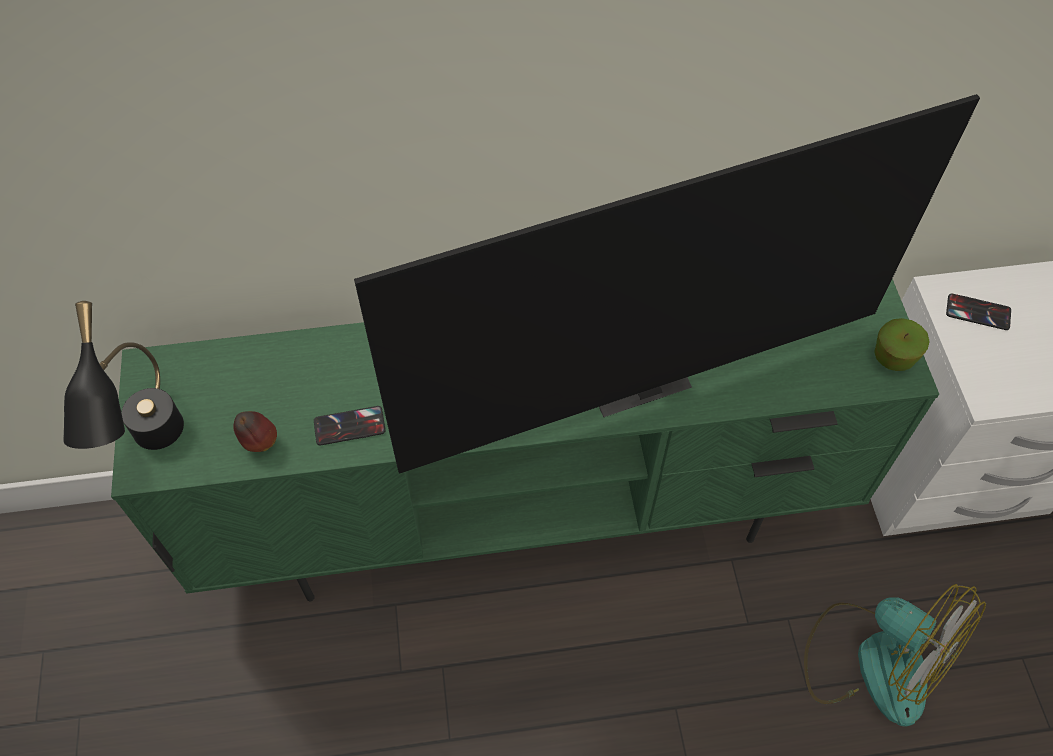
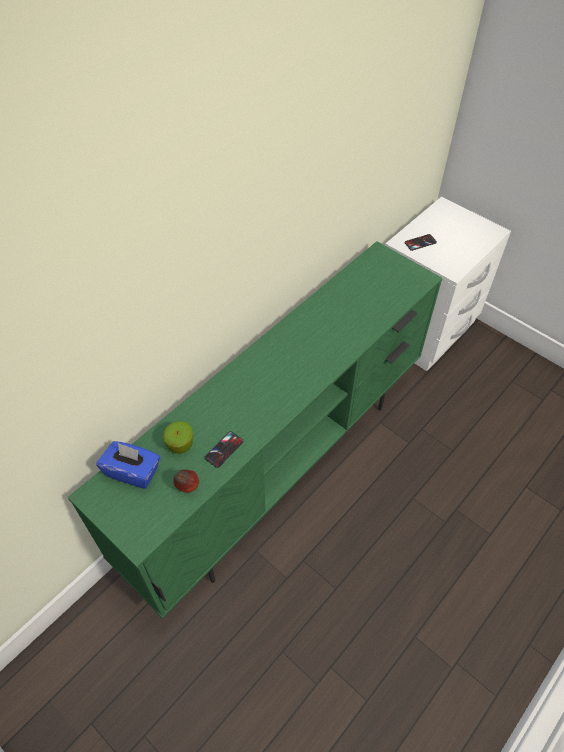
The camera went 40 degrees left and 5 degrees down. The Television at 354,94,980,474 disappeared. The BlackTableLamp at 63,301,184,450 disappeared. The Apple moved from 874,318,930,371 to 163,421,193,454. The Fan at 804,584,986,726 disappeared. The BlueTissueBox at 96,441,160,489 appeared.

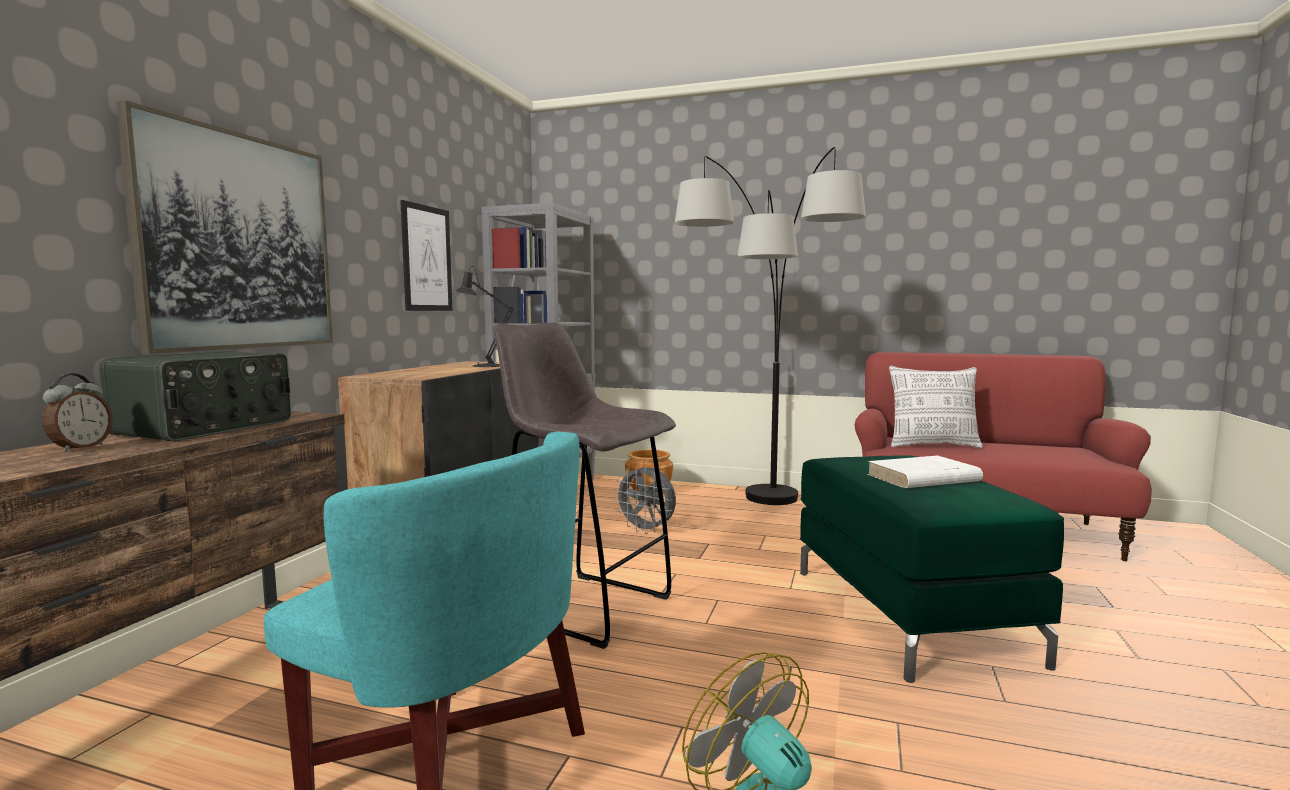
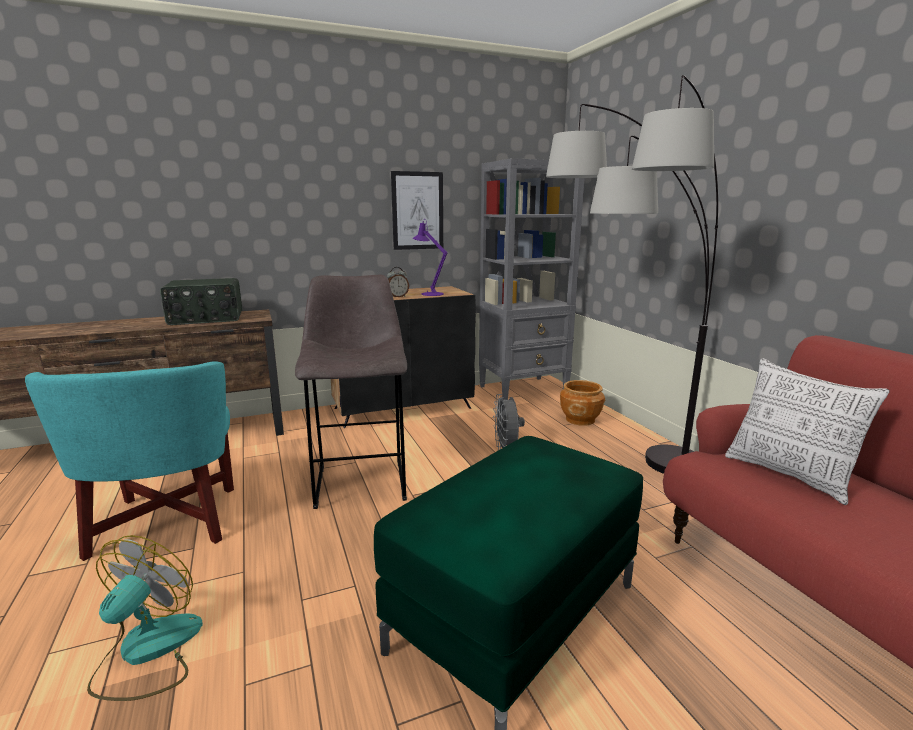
The camera went 50 degrees right and 10 degrees up. The Picture at 116,100,333,354 disappeared. The BlackTableLamp at 454,266,514,367 became the PurpleTableLamp at 413,220,447,296. The AlarmClock moved from 42,373,113,452 to 387,267,409,297. The WhiteBook at 867,455,983,488 disappeared.

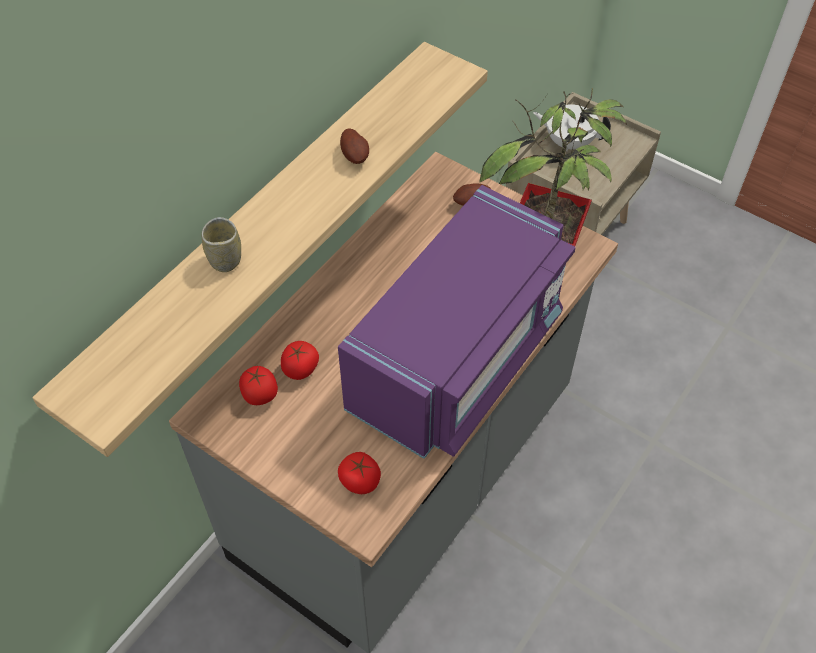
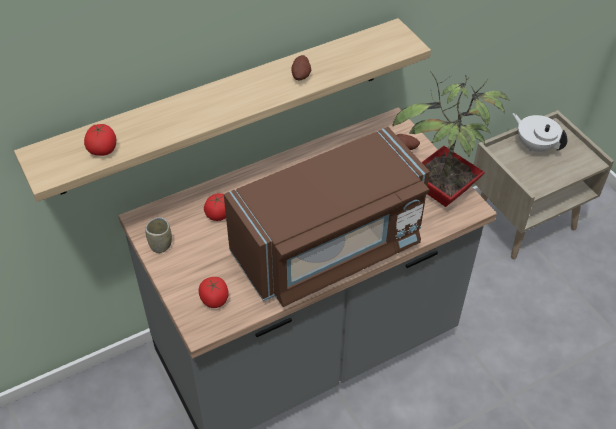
The camera went 25 degrees right and 5 degrees down. The PurpleMicrowave at 338,185,576,459 became the BrownMicrowave at 224,127,430,307. The Cup moved from 202,217,241,272 to 145,217,172,253. The Tomato moved from 239,366,278,405 to 84,124,116,156.

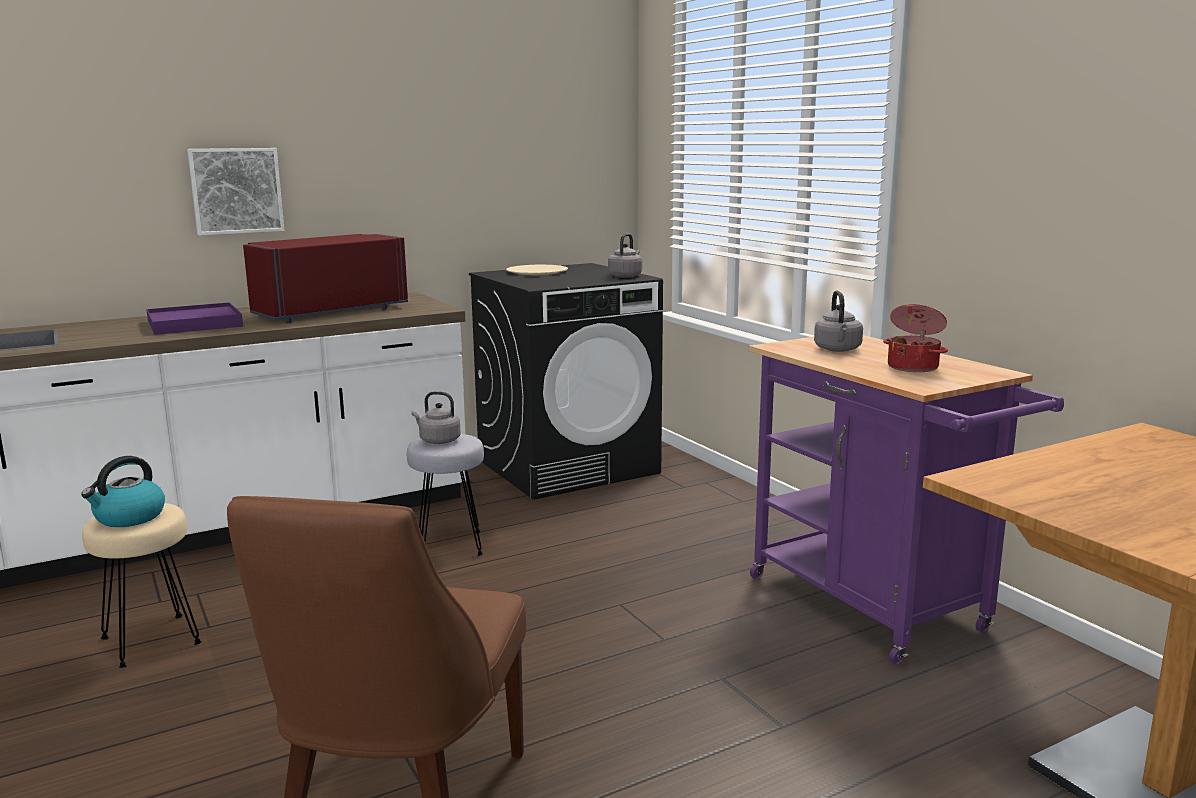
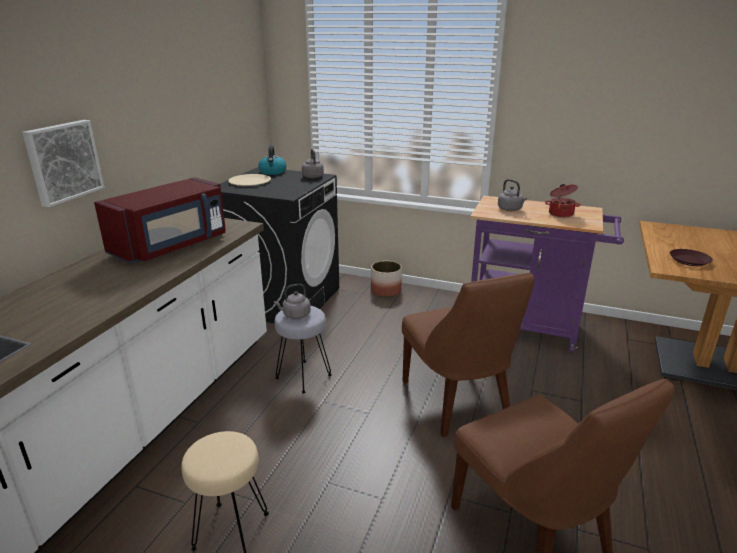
The camera went 40 degrees left and 10 degrees up. The RedMicrowave at 243,234,408,323 turned 150 degrees counterclockwise. The PurpleTray at 146,302,243,335 disappeared. The Kettle moved from 81,456,165,527 to 258,145,286,175. The BrownPlate at 670,249,713,266 appeared. The Planter at 371,261,402,297 appeared. The BrownChair at 402,273,535,437 appeared.

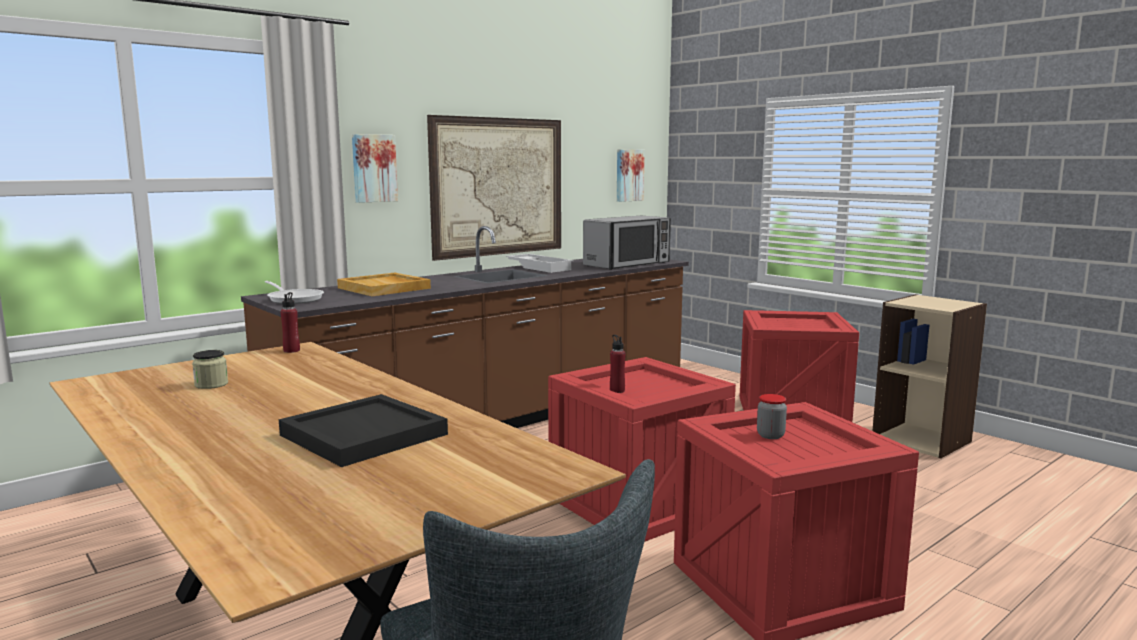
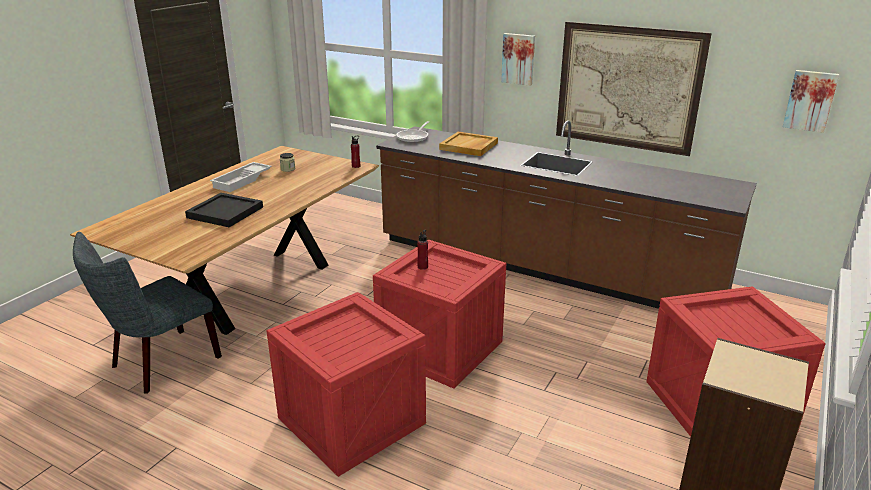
The camera went 70 degrees right and 15 degrees up. The Microwave at 583,216,671,270 disappeared. The WhiteTray moved from 506,254,573,273 to 210,162,272,192. The Jar at 757,394,787,439 disappeared.

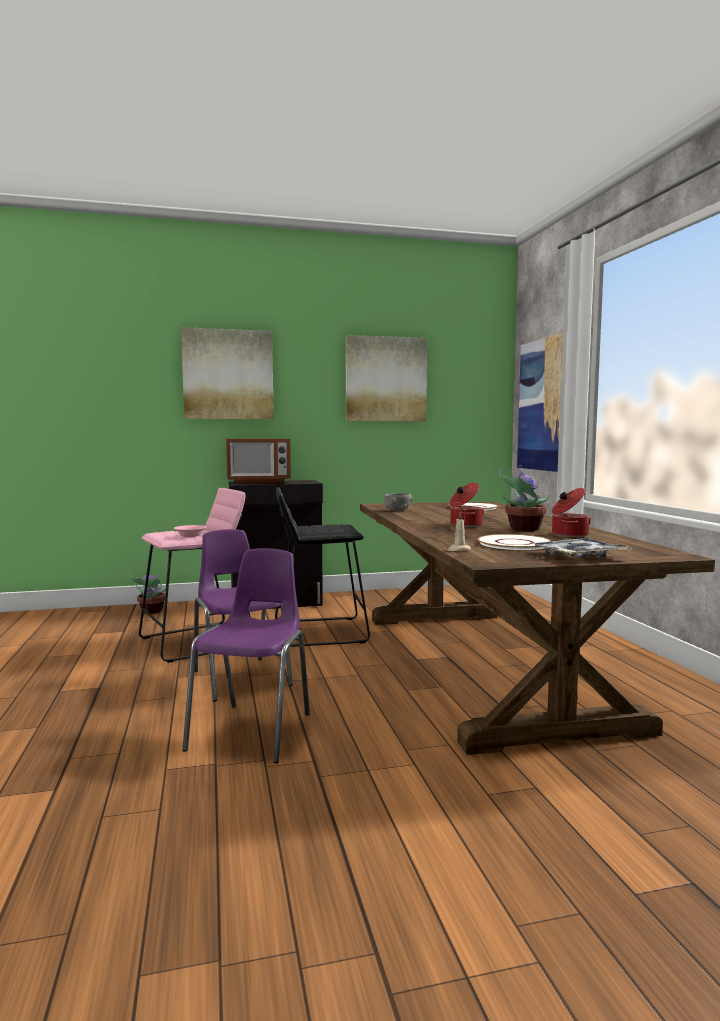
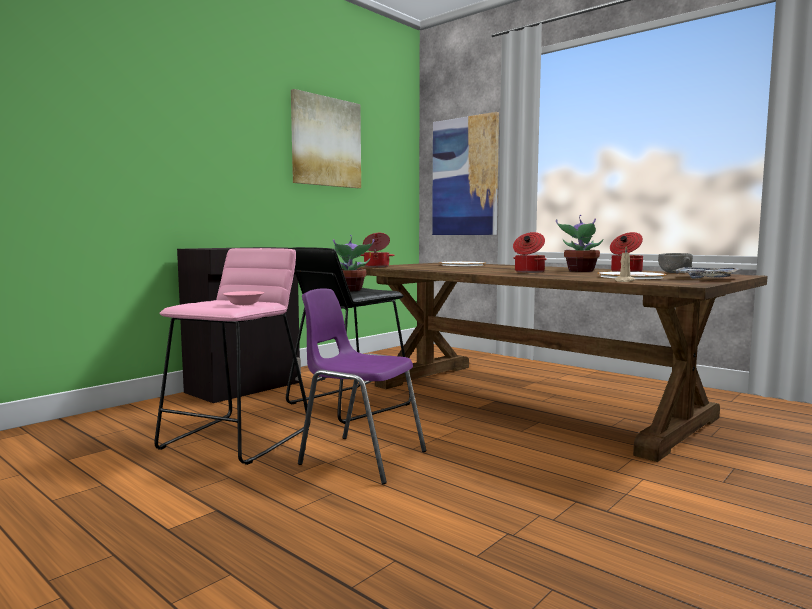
The camera went 35 degrees left and 0 degrees up. The Picture at 181,327,274,420 disappeared. The Microwave at 226,439,291,484 disappeared. The GreyBowl moved from 384,493,413,511 to 658,253,693,273. The PurpleChair at 182,548,310,763 disappeared. The PottedPlant moved from 128,573,166,614 to 333,235,374,291. The CookingPot at 360,233,394,267 appeared.

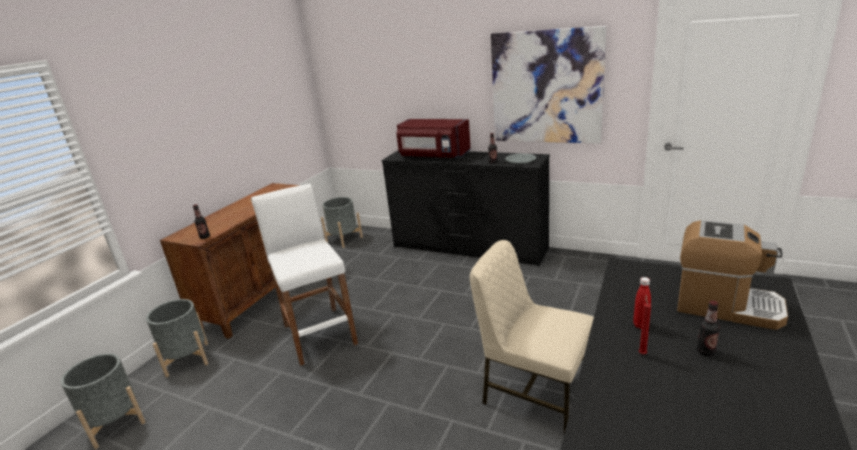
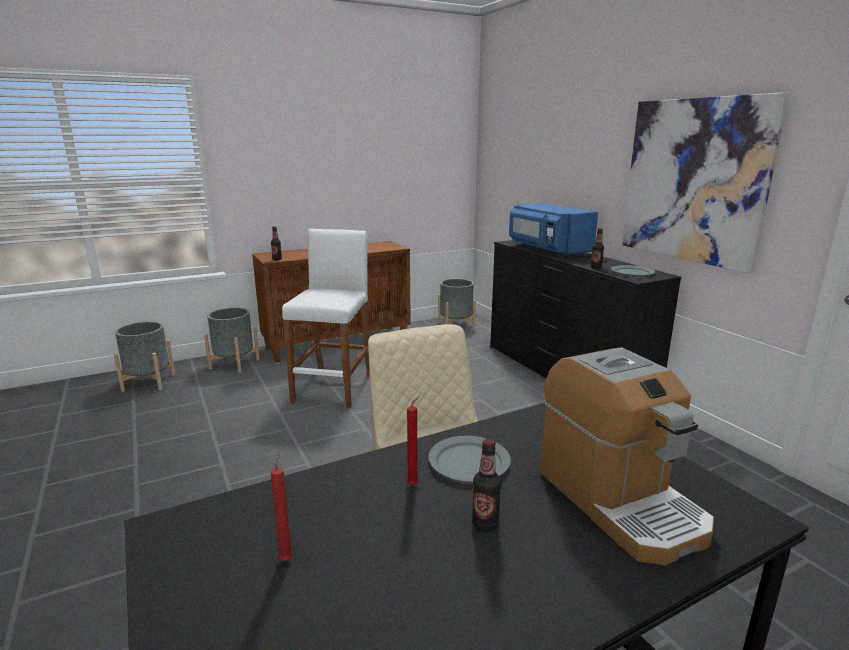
The camera went 35 degrees right and 5 degrees down. The RedMicrowave at 396,119,471,159 became the BlueMicrowave at 509,203,598,256. The RedBottle at 633,277,651,329 was replaced by the GreyPlate at 428,436,511,482. The RedCandle at 271,453,293,561 appeared.

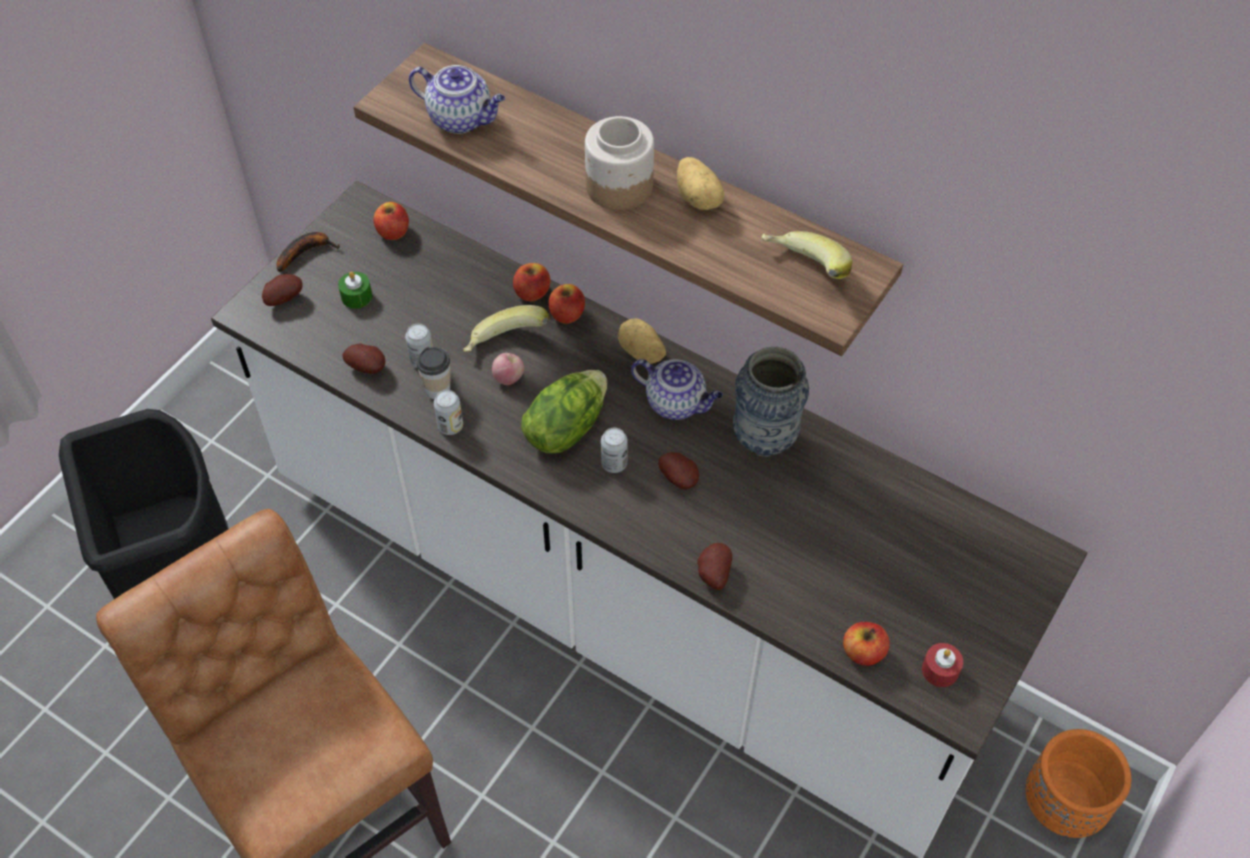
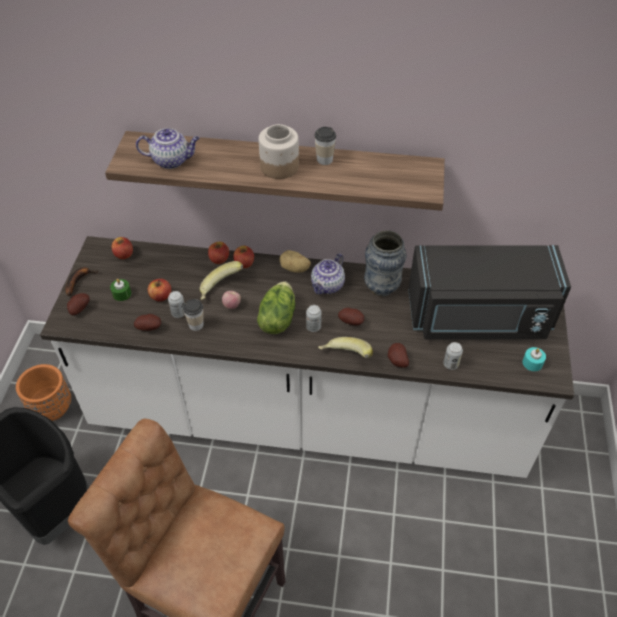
The camera went 25 degrees left and 5 degrees down. The Potato at 677,157,725,210 was replaced by the Cup at 314,127,336,165. The Banana moved from 761,231,852,279 to 318,337,373,358. The Teapot at 631,359,723,420 turned 120 degrees clockwise. The Can moved from 434,390,463,435 to 443,342,463,370. The Apple moved from 843,622,890,666 to 148,279,171,301. The RedCandle at 922,643,963,687 became the TurquoiseCandle at 522,347,546,371. The OrangePlanter moved from 1025,729,1131,838 to 16,364,71,421. The BlackMicrowave at 408,245,571,339 appeared.

